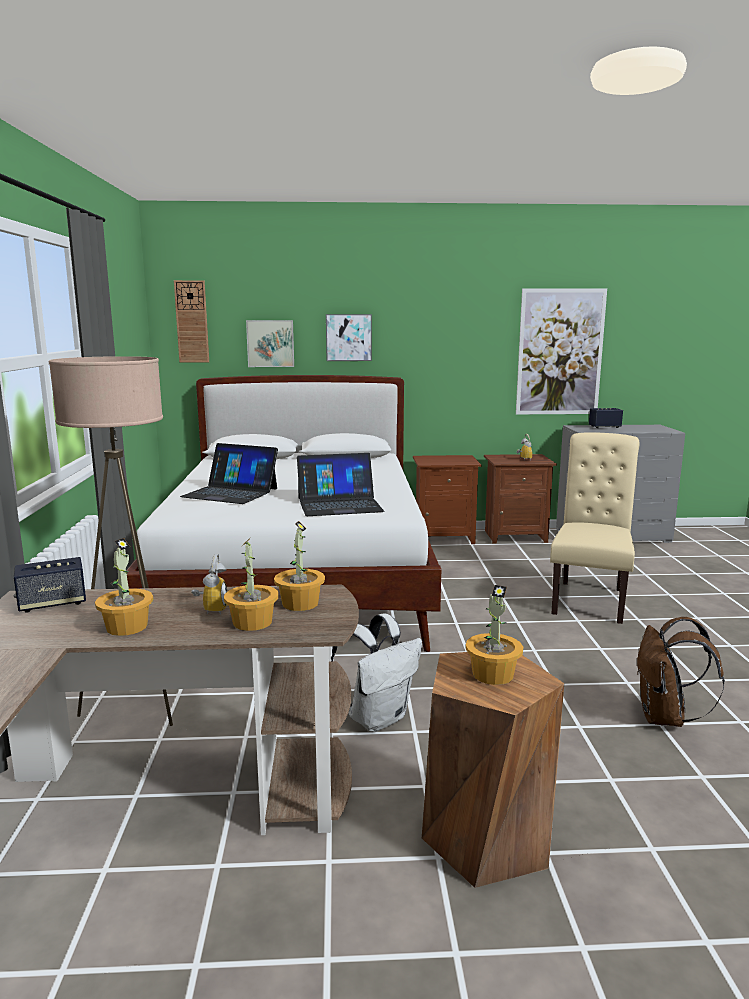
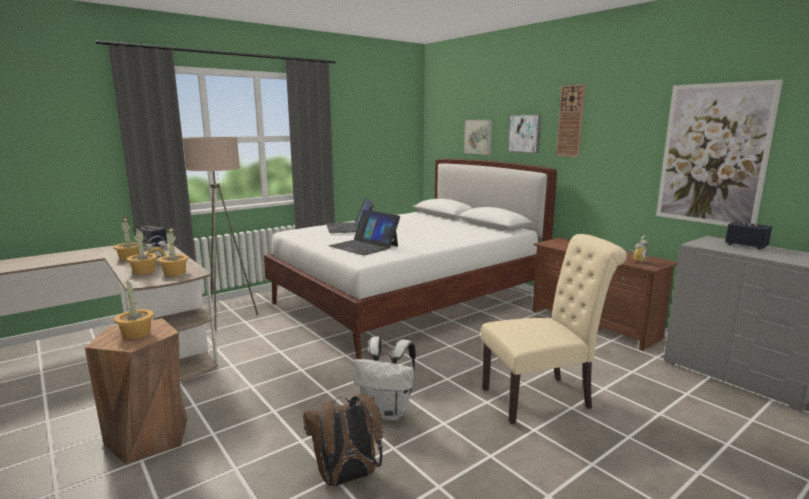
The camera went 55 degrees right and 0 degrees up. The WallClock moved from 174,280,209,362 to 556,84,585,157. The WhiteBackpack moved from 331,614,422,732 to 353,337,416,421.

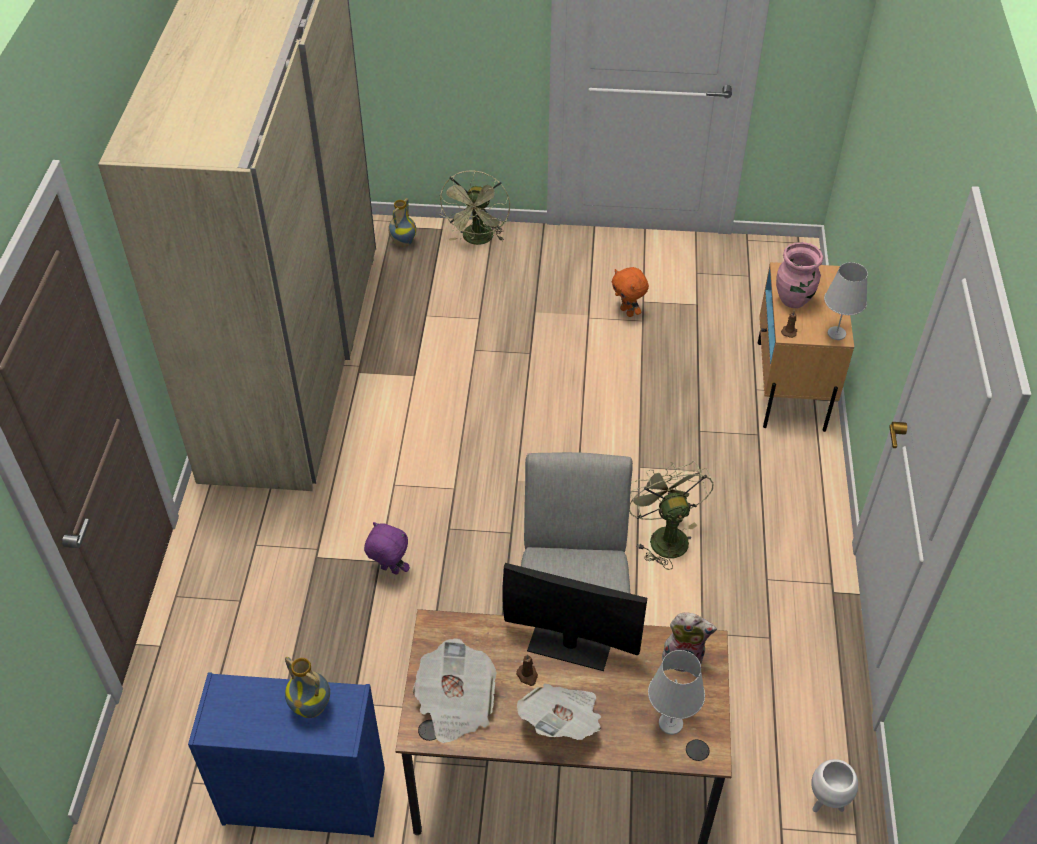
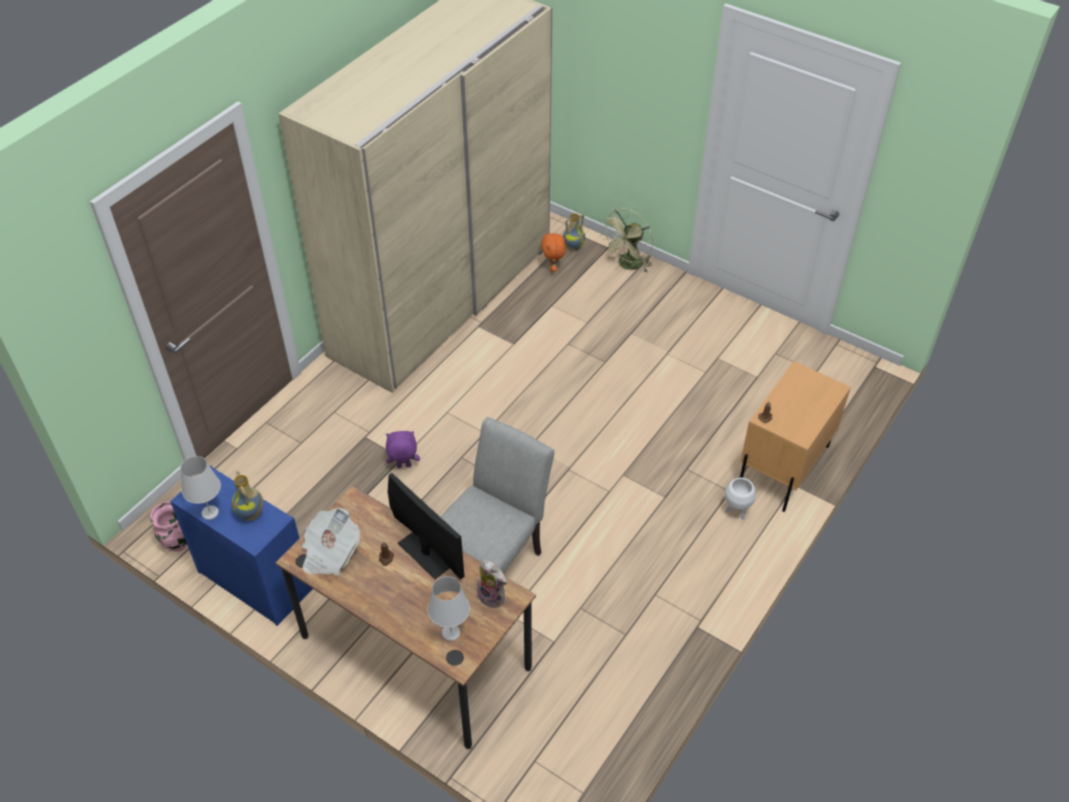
The camera went 30 degrees right and 0 degrees up. The PinkVase moved from 776,242,823,308 to 150,501,188,552. The WhiteTableLamp moved from 824,262,868,340 to 180,456,221,520. The OrangePlushToy moved from 612,267,649,317 to 541,232,566,272. The GreenFan at 629,461,714,570 disappeared. The PurplePlushToy at 364,522,410,575 turned 60 degrees counterclockwise. The Newspaper at 517,683,601,740 disappeared. The WhitePlanter moved from 811,759,858,812 to 725,478,756,520.

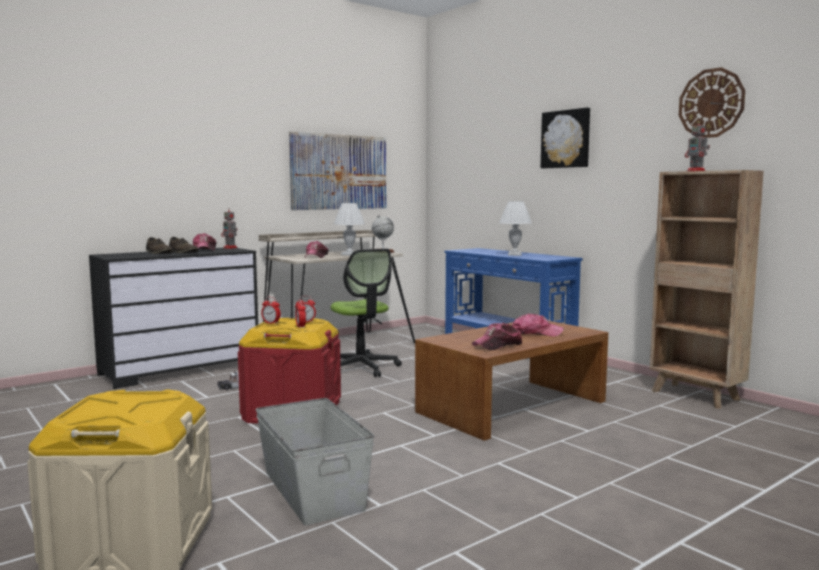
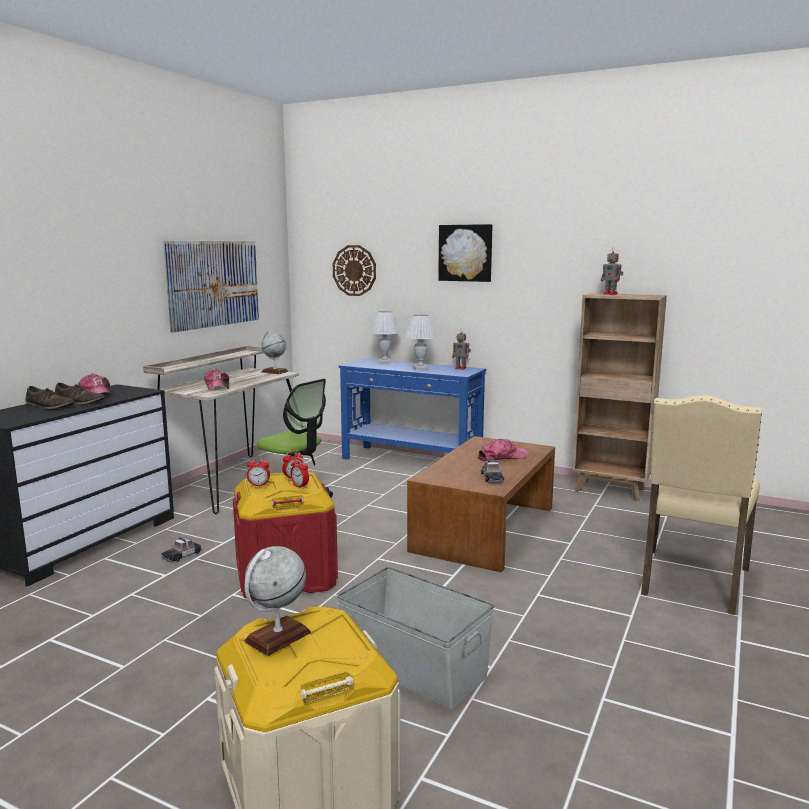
The camera went 25 degrees left and 5 degrees up. The WallClock moved from 679,67,745,138 to 333,245,376,296. The WhiteTableLamp moved from 334,203,365,256 to 369,311,400,364. The ToyRobot moved from 221,207,238,249 to 452,330,471,370. The Cap at 472,323,522,350 was replaced by the ToyCar at 481,460,504,483. The BeigeChair at 641,395,762,615 appeared. The Globe at 244,546,311,656 appeared.

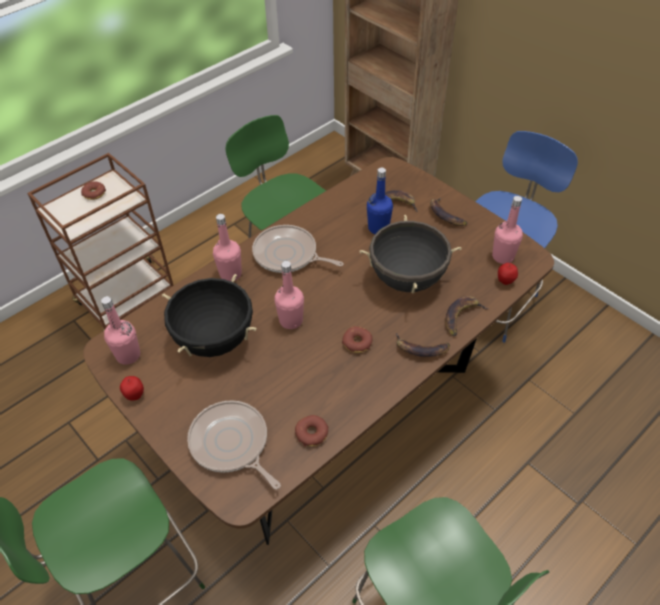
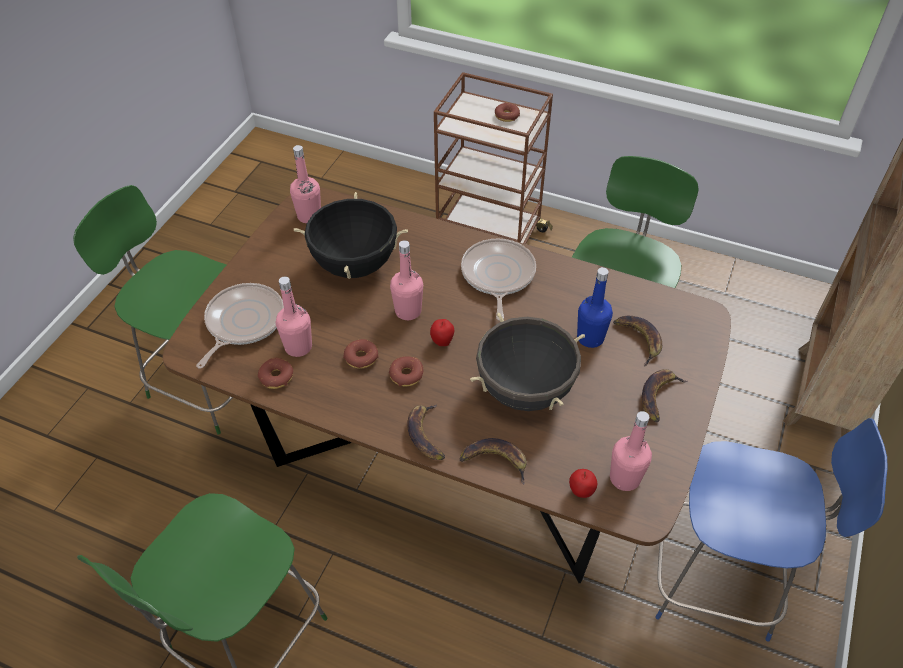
The camera went 65 degrees right and 0 degrees up. The PinkBottle moved from 213,214,242,281 to 276,277,312,357. The Apple moved from 120,376,144,401 to 430,319,454,346. The Donut at 343,339,379,369 appeared.

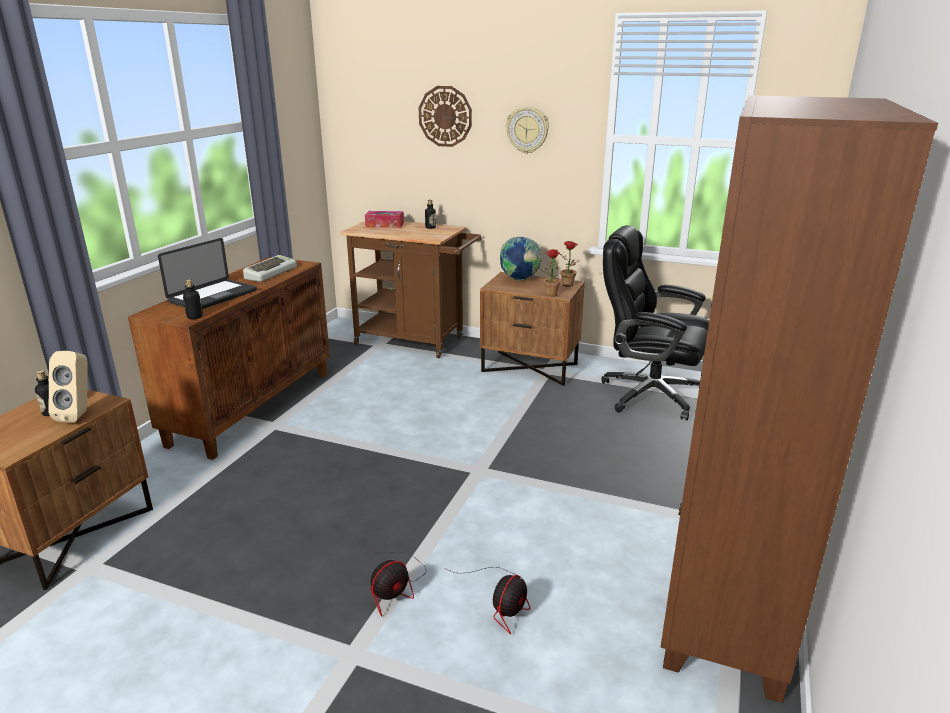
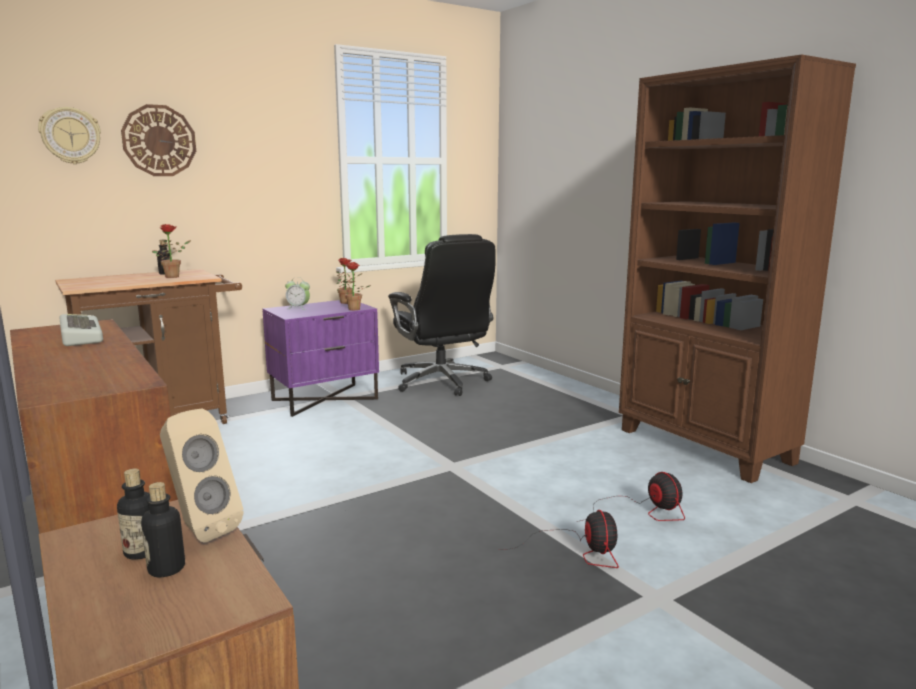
The camera went 55 degrees left and 10 degrees down. The WallClock moved from 506,107,549,154 to 38,107,101,164. The TissueBox at 365,211,404,228 disappeared. The BlackOfficeChair at 601,225,709,420 turned 90 degrees counterclockwise. The Globe at 500,237,541,281 was replaced by the AlarmClock at 285,277,310,310. The Laptop at 158,238,257,309 disappeared. The BrownNightstand at 480,272,585,386 became the PurpleNightstand at 263,300,379,417. The Bottle moved from 183,279,203,319 to 141,482,185,577. The PottedPlant at 152,224,191,278 appeared.

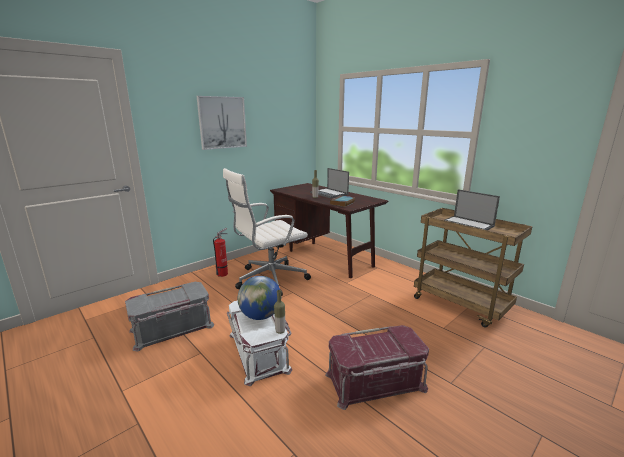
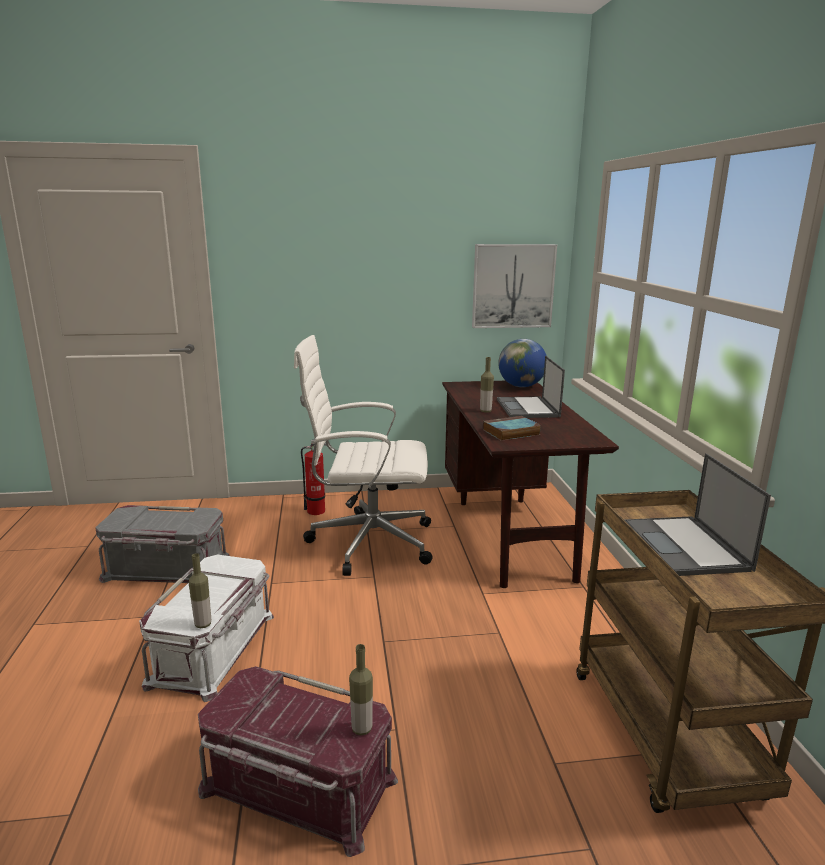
The camera went 35 degrees right and 0 degrees up. The Picture moved from 197,96,247,150 to 472,244,557,328. The Globe moved from 238,276,280,320 to 498,339,546,387. The Bottle at 349,644,373,735 appeared.

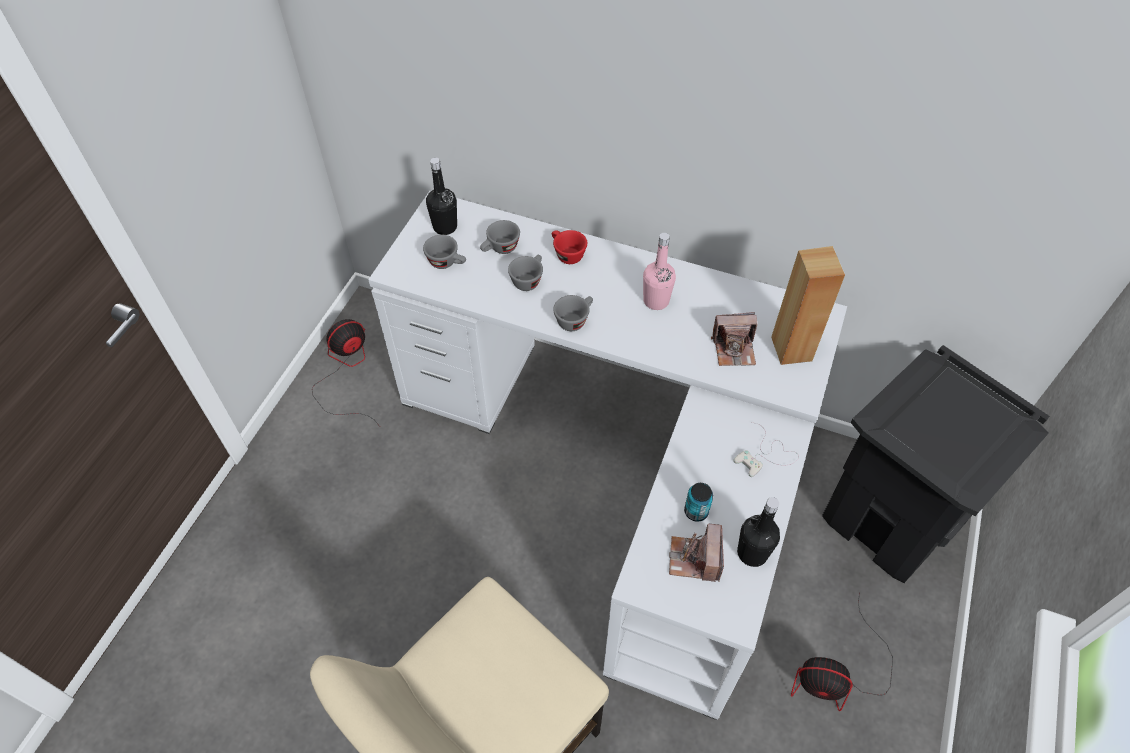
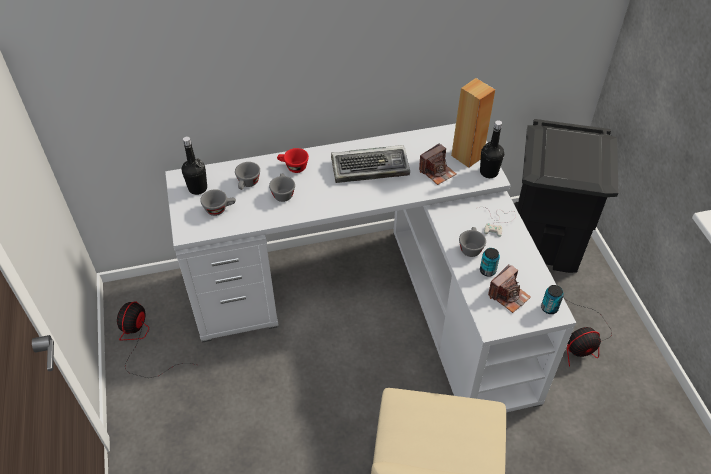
The camera went 35 degrees left and 5 degrees down. The PinkBottle at 643,233,676,310 was replaced by the Keyboard at 331,145,410,183. The GreyCup moved from 553,295,593,331 to 459,227,486,257. The BlackBottle moved from 737,497,780,567 to 480,120,504,178. The PhotoCamera at 669,524,724,582 turned 105 degrees counterclockwise. The Can at 541,285,564,314 appeared.

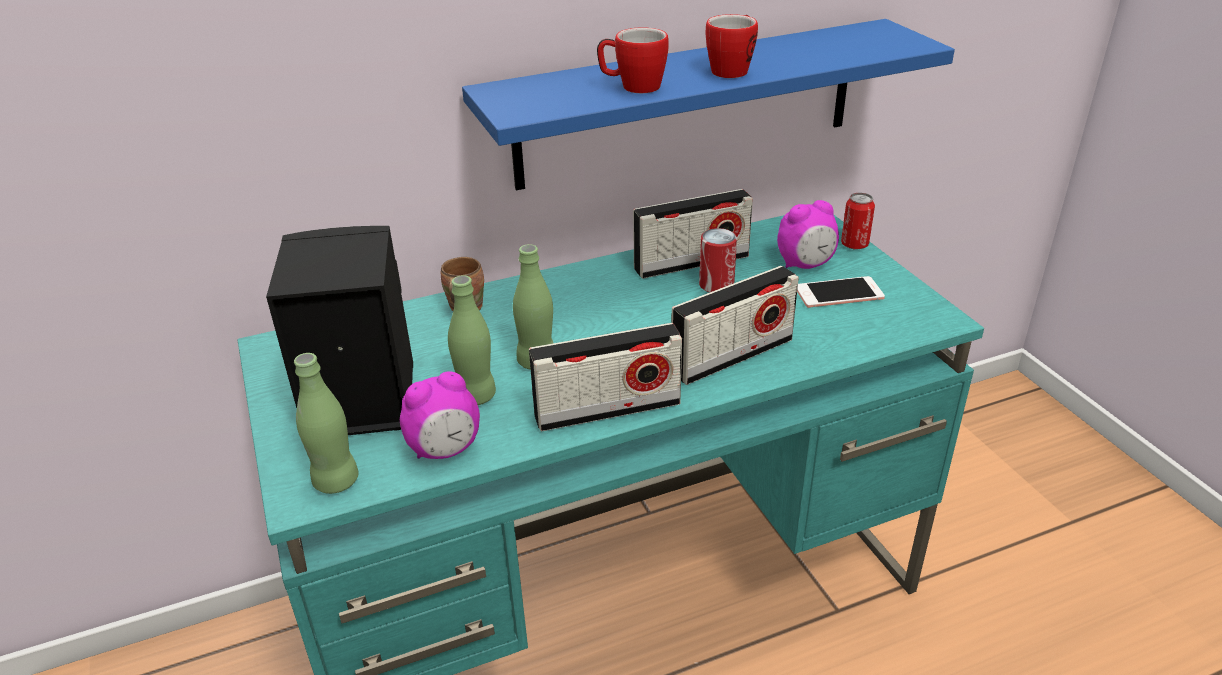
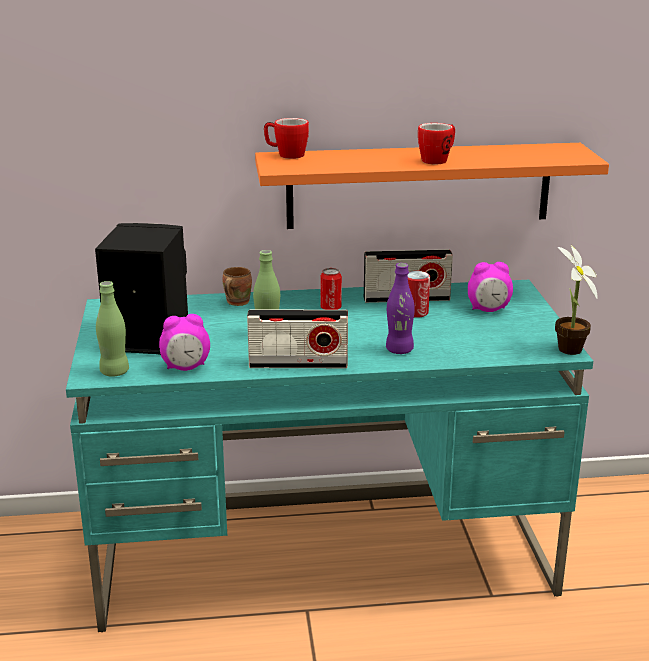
The camera went 15 degrees right and 10 degrees down. The BlueShelf at 462,19,955,190 became the OrangeShelf at 255,143,609,229. The Mug moved from 597,27,669,93 to 264,118,309,159. The Can moved from 841,193,875,249 to 320,268,342,310. The Radio at 671,266,799,385 was replaced by the PurpleBottle at 386,263,415,354. The GreenBottle at 448,275,496,405 disappeared. The Phone at 797,276,885,308 disappeared. The PottedPlant at 555,245,598,355 appeared.

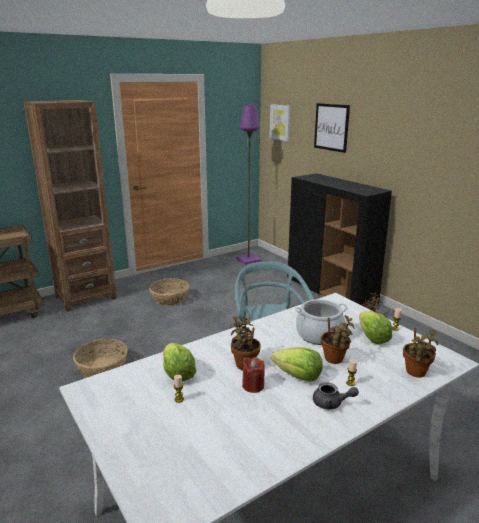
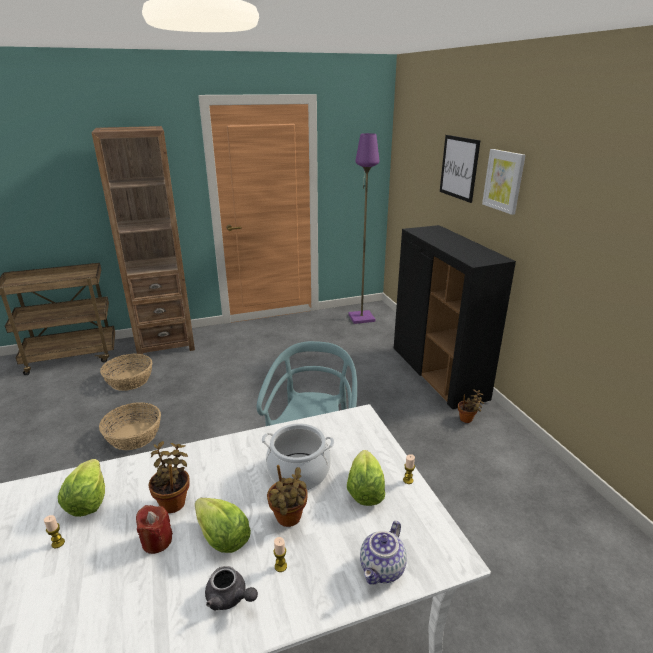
The camera went 15 degrees right and 5 degrees up. The Picture moved from 270,104,291,141 to 482,149,526,215. The Basket moved from 149,278,189,306 to 100,354,152,391. The PottedPlant at 403,327,439,377 was replaced by the Teapot at 360,521,407,585.

